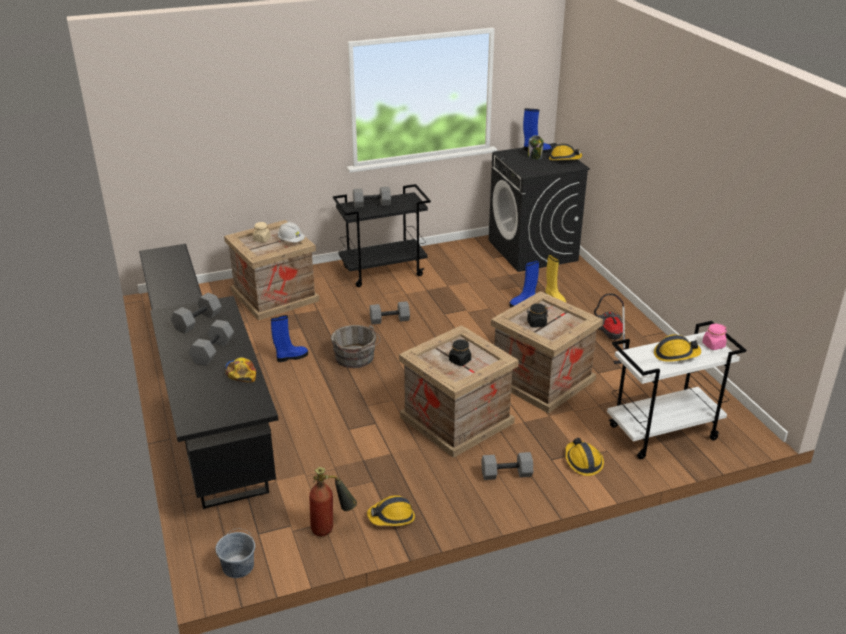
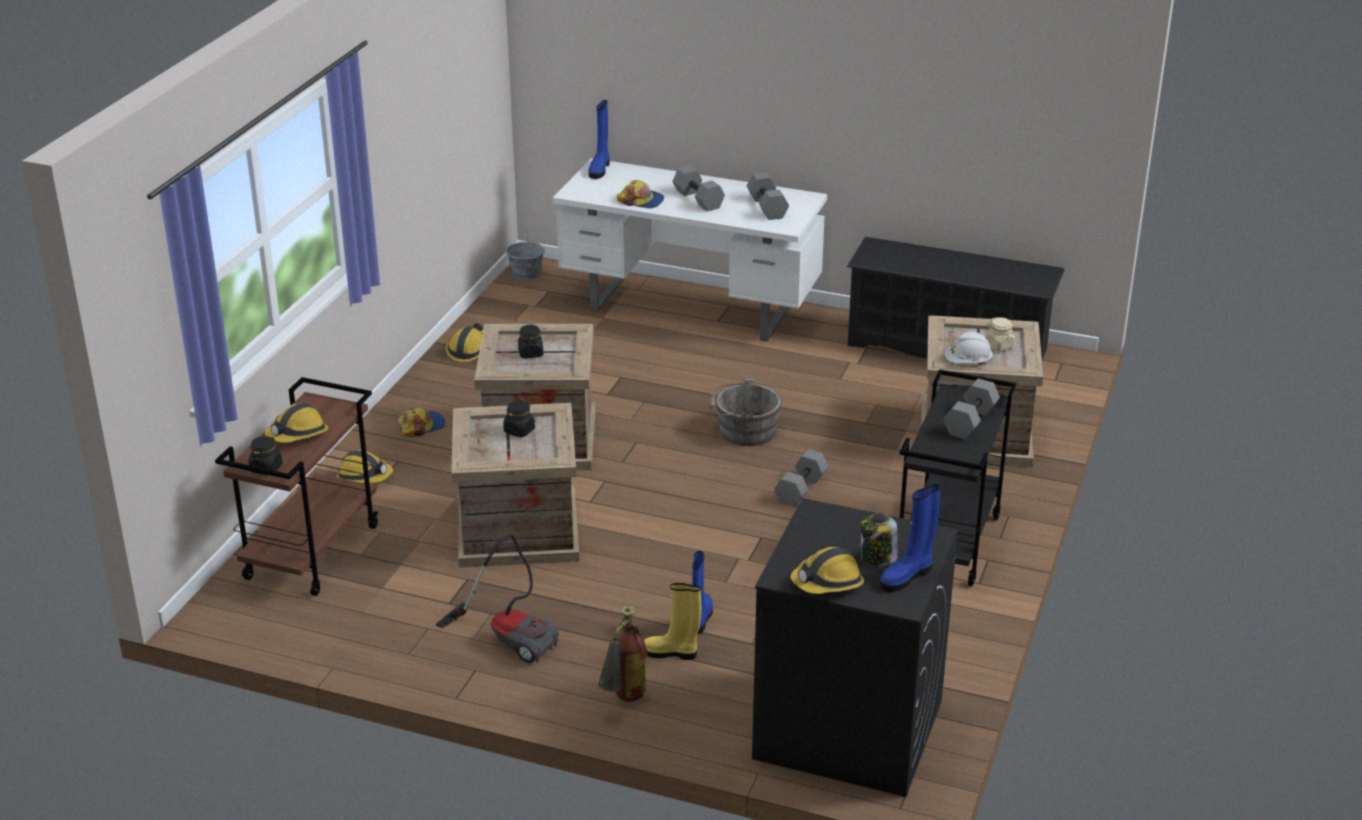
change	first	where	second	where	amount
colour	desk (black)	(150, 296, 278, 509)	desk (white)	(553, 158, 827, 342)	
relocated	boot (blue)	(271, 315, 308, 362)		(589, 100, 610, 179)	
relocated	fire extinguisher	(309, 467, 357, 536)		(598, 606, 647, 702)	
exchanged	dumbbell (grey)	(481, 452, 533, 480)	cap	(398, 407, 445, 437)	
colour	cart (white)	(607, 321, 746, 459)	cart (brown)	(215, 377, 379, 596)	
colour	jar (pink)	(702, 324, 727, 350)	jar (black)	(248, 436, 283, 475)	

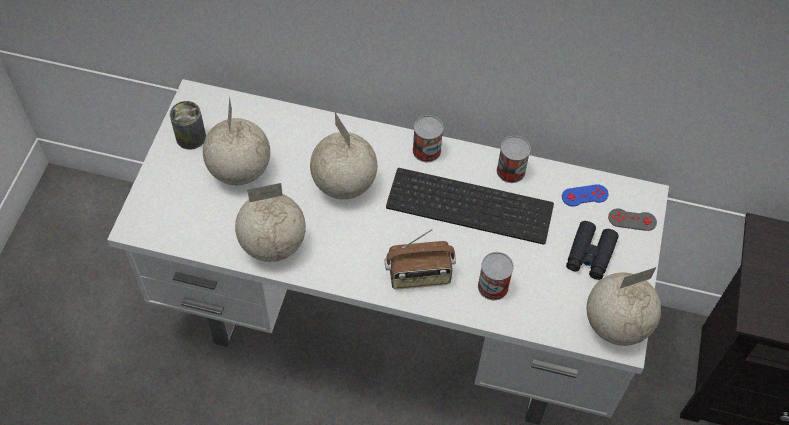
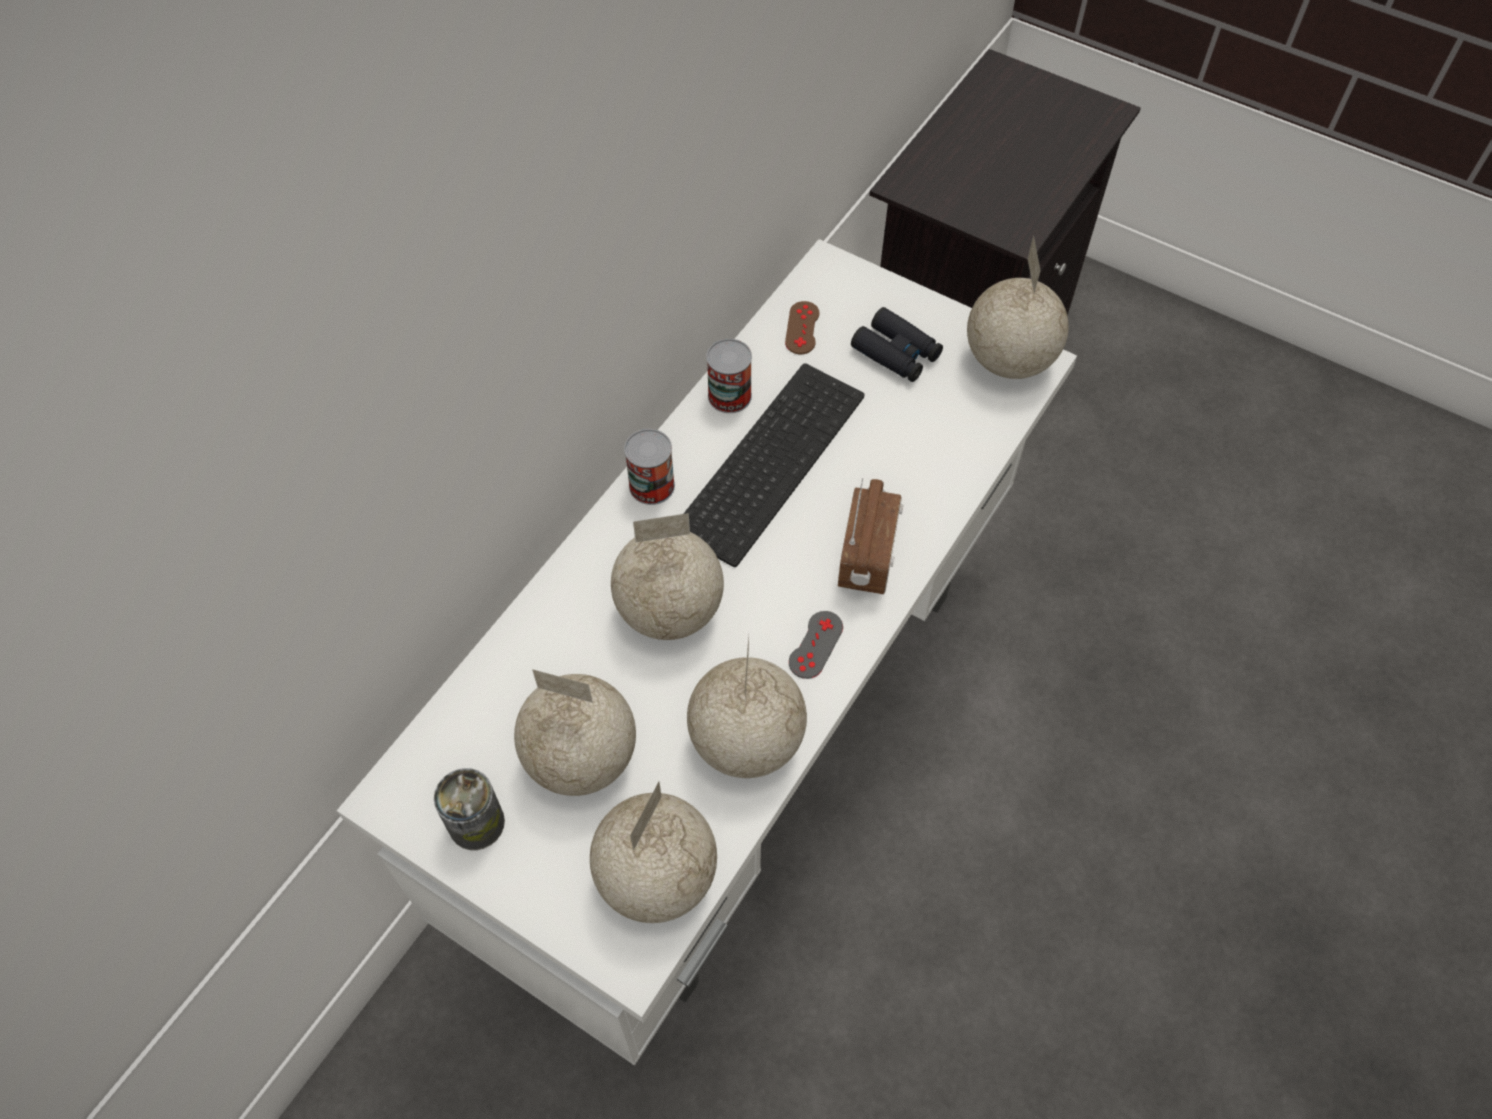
change	first	where	second	where	amount
missing	can	(478, 252, 514, 300)			
colour	game controller (blue)	(562, 184, 609, 206)	game controller (brown)	(785, 301, 820, 354)	
relocated	game controller (grey)	(608, 209, 657, 231)		(789, 611, 843, 679)	
appeared			globe	(590, 782, 717, 923)	

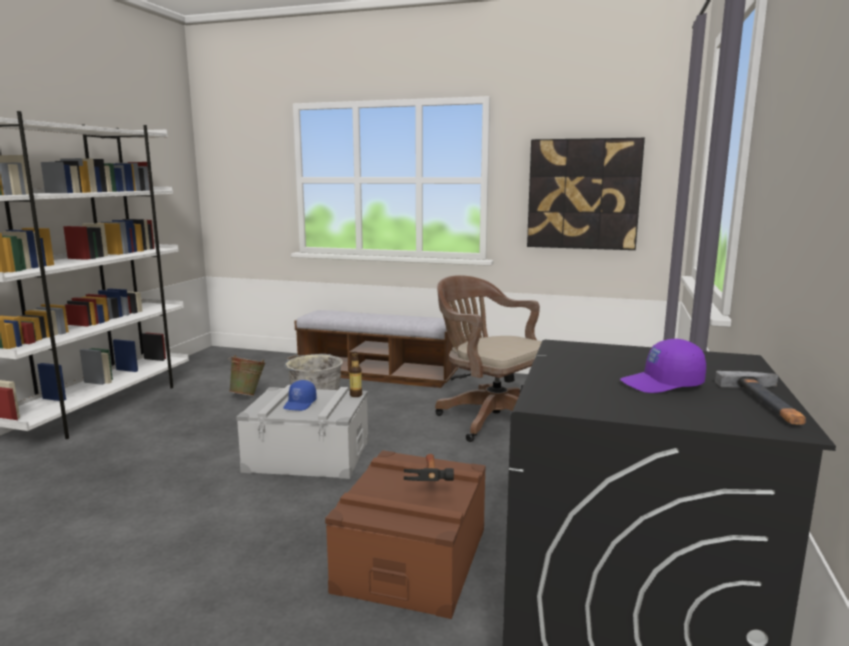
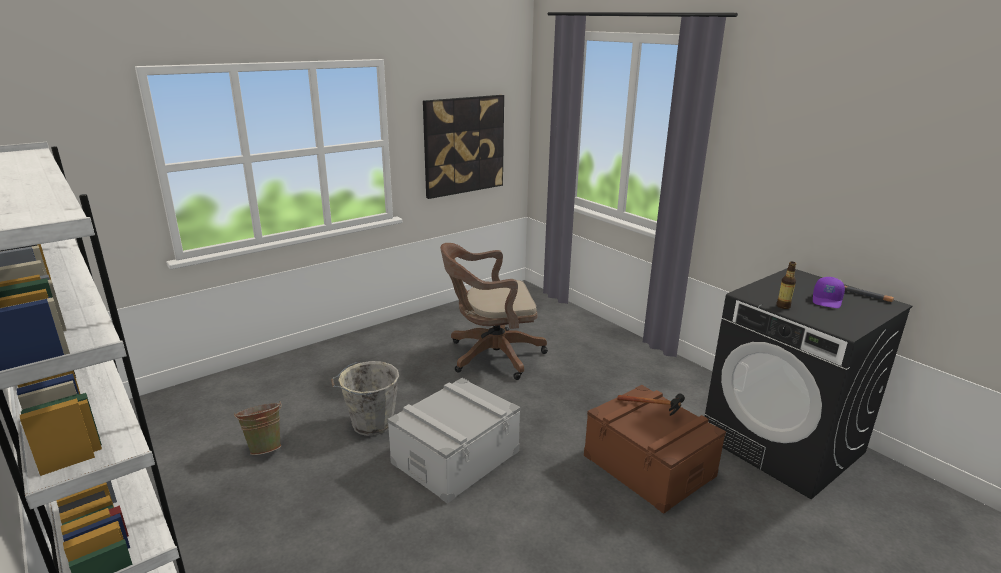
change	first	where	second	where	amount
missing	cap (blue)	(283, 380, 317, 411)			
missing	bench	(294, 310, 458, 388)			
relocated	bottle	(349, 352, 362, 397)		(776, 262, 796, 309)	

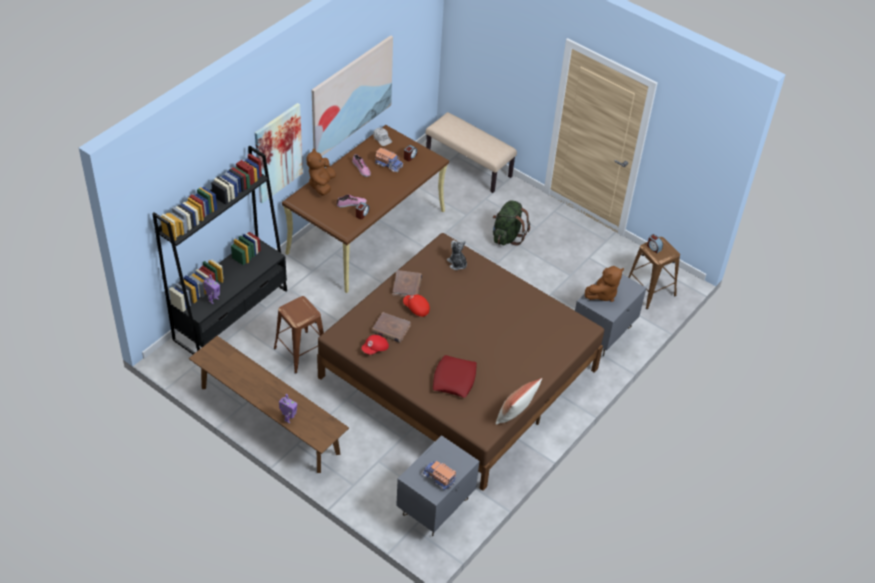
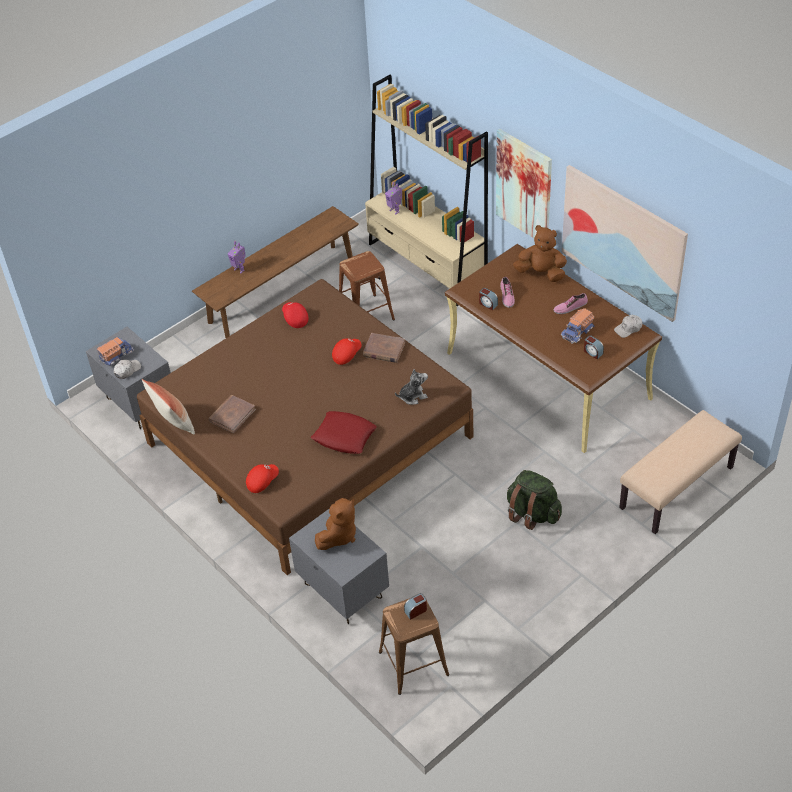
change	first	where	second	where	amount
colour	bookcase (black)	(152, 146, 287, 354)	bookcase (beige)	(365, 75, 488, 306)	
relocated	book (brown)	(372, 312, 411, 343)		(209, 395, 256, 433)	
relocated	pillow (red)	(433, 355, 477, 398)		(311, 411, 377, 454)	
spun	plush toy (brown)	(585, 266, 624, 302)		(315, 498, 356, 550)	120 degrees counterclockwise
appeared			cap (white)	(114, 360, 141, 379)	
appeared			cap (red)	(246, 464, 279, 493)	

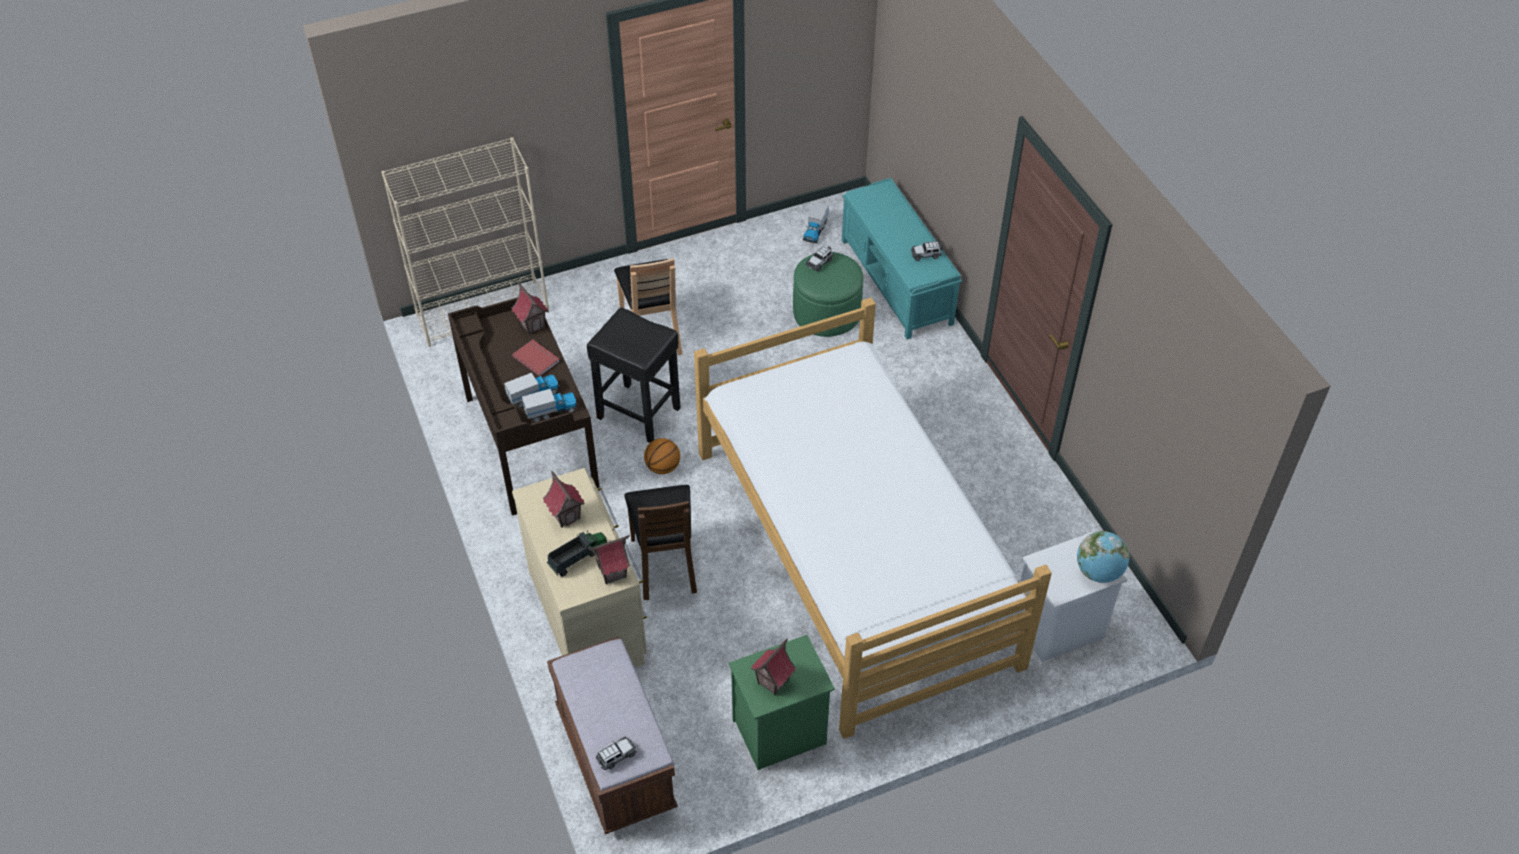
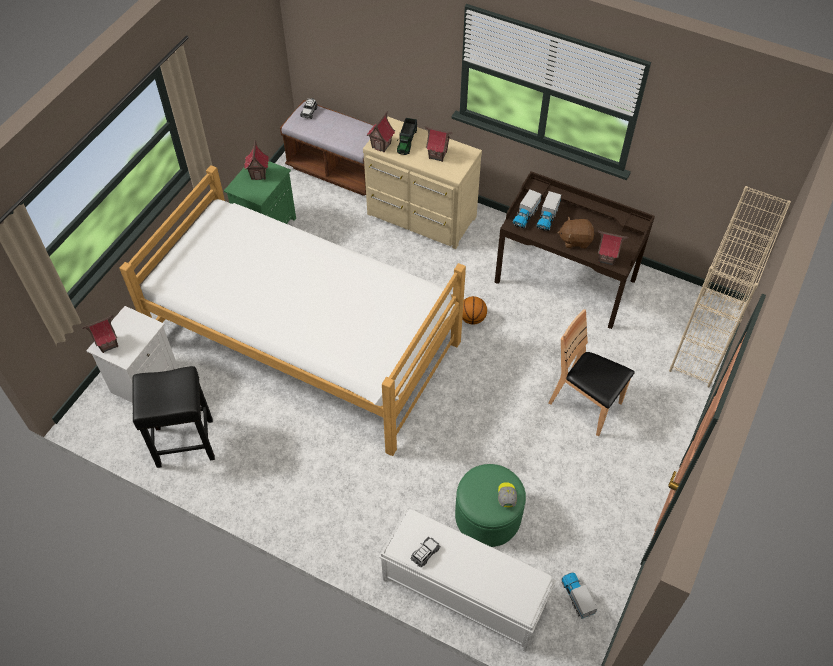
change	first	where	second	where	amount
exchanged	book (red)	(512, 340, 560, 377)	plush toy (brown)	(558, 216, 595, 249)	
relocated	stool (black)	(587, 308, 681, 443)		(133, 366, 215, 468)	
missing	chair (brown)	(624, 485, 697, 600)			
exchanged	toy car	(806, 245, 834, 272)	cap	(498, 482, 517, 507)	
colour	bench (turquoise)	(842, 178, 962, 339)	bench (white)	(379, 509, 556, 652)	
exchanged	globe	(1077, 531, 1130, 583)	toy house	(82, 315, 118, 353)	

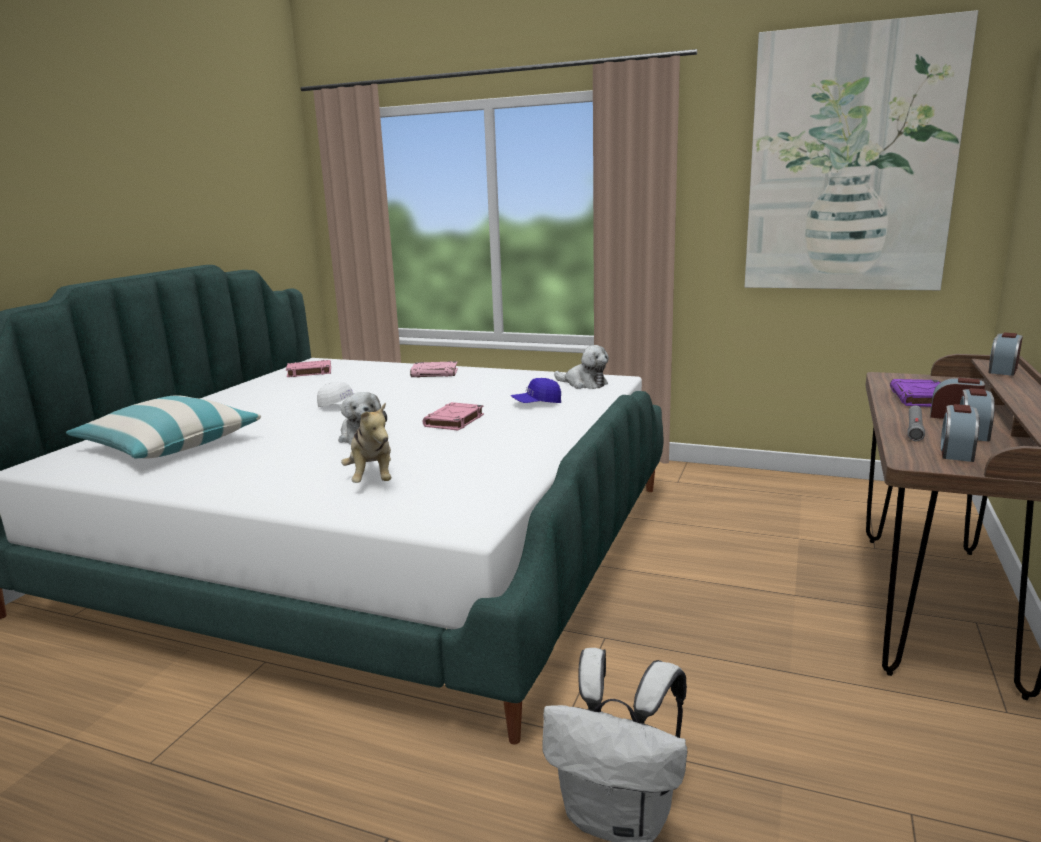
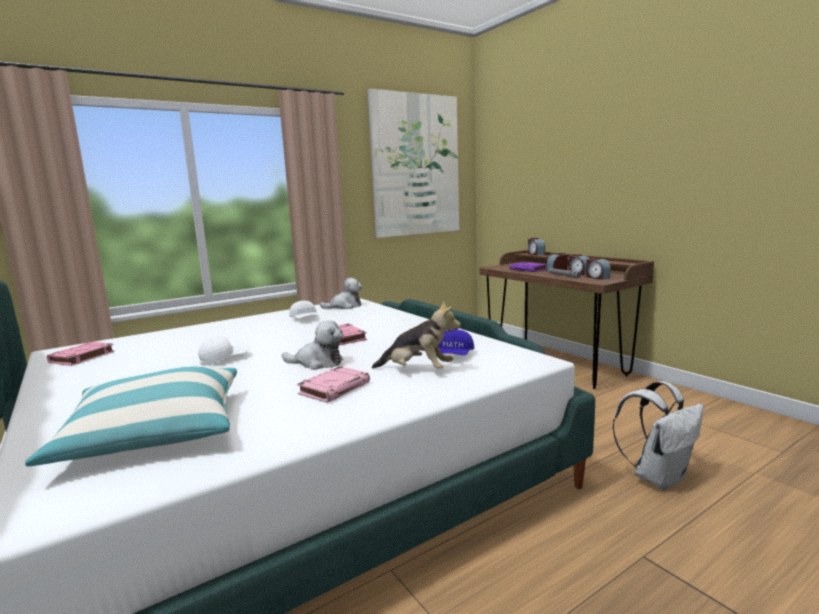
change	first	where	second	where	amount
relocated	book (pink)	(410, 361, 458, 377)		(297, 366, 370, 403)	
relocated	cap (blue)	(511, 378, 561, 403)		(438, 329, 474, 355)	
appeared			cap (white)	(289, 300, 318, 318)	

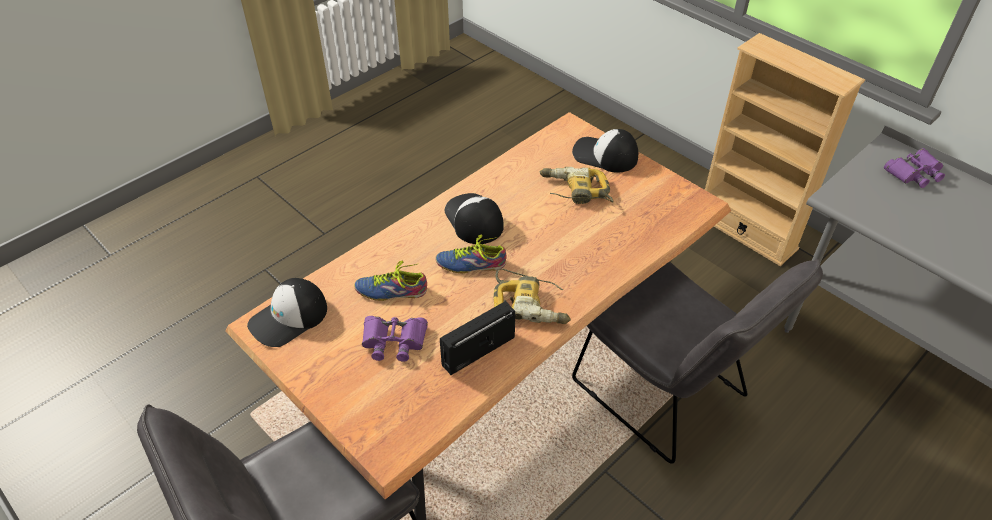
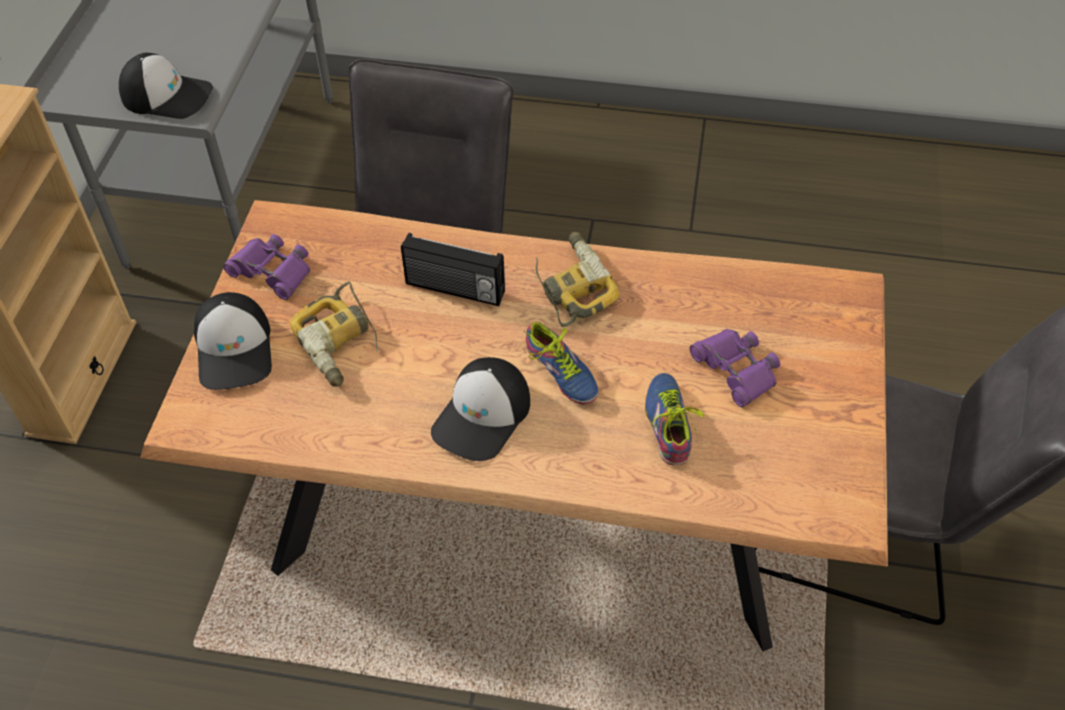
change	first	where	second	where	amount
relocated	cap	(247, 278, 327, 347)		(119, 53, 213, 119)	
spun	shoe	(354, 261, 427, 301)		(645, 373, 705, 466)	150 degrees counterclockwise
relocated	radio	(440, 301, 515, 375)		(401, 233, 505, 306)	
relocated	binoculars (purple)	(884, 148, 945, 188)		(223, 234, 310, 300)	

